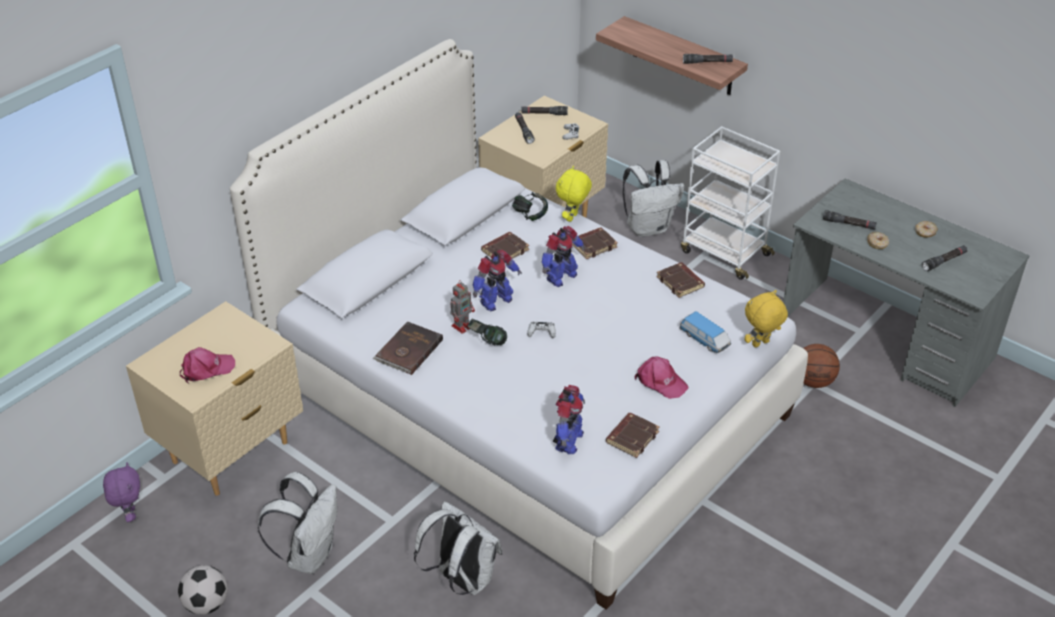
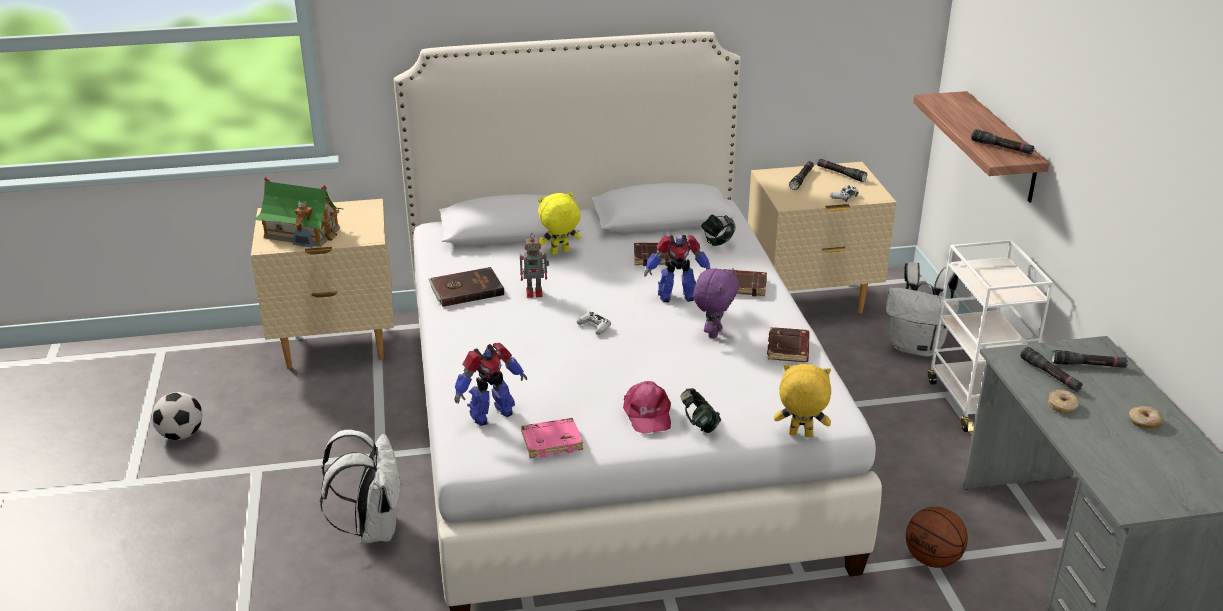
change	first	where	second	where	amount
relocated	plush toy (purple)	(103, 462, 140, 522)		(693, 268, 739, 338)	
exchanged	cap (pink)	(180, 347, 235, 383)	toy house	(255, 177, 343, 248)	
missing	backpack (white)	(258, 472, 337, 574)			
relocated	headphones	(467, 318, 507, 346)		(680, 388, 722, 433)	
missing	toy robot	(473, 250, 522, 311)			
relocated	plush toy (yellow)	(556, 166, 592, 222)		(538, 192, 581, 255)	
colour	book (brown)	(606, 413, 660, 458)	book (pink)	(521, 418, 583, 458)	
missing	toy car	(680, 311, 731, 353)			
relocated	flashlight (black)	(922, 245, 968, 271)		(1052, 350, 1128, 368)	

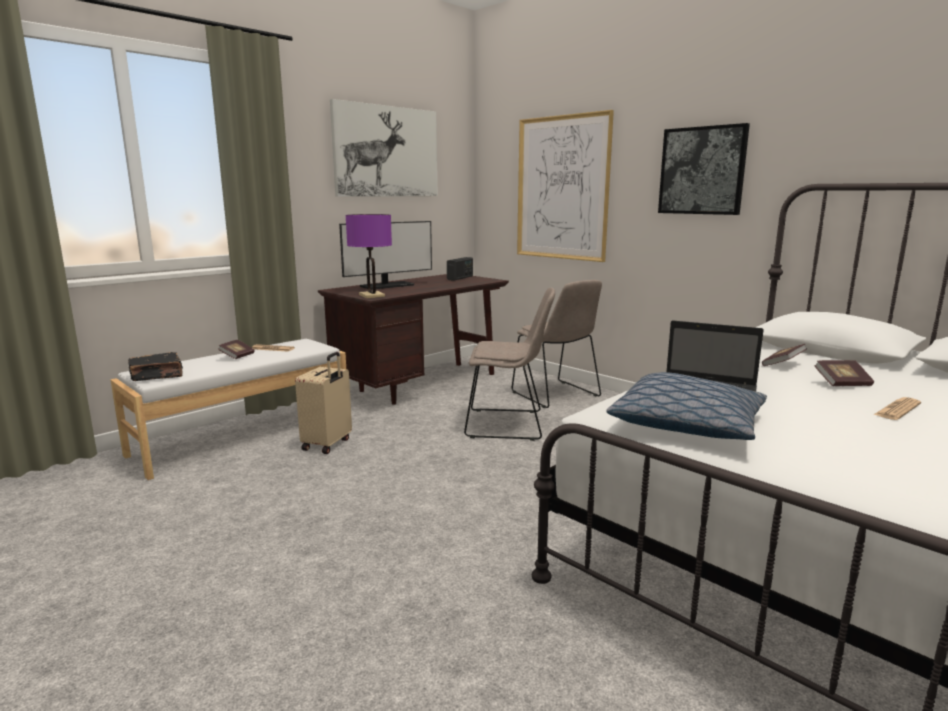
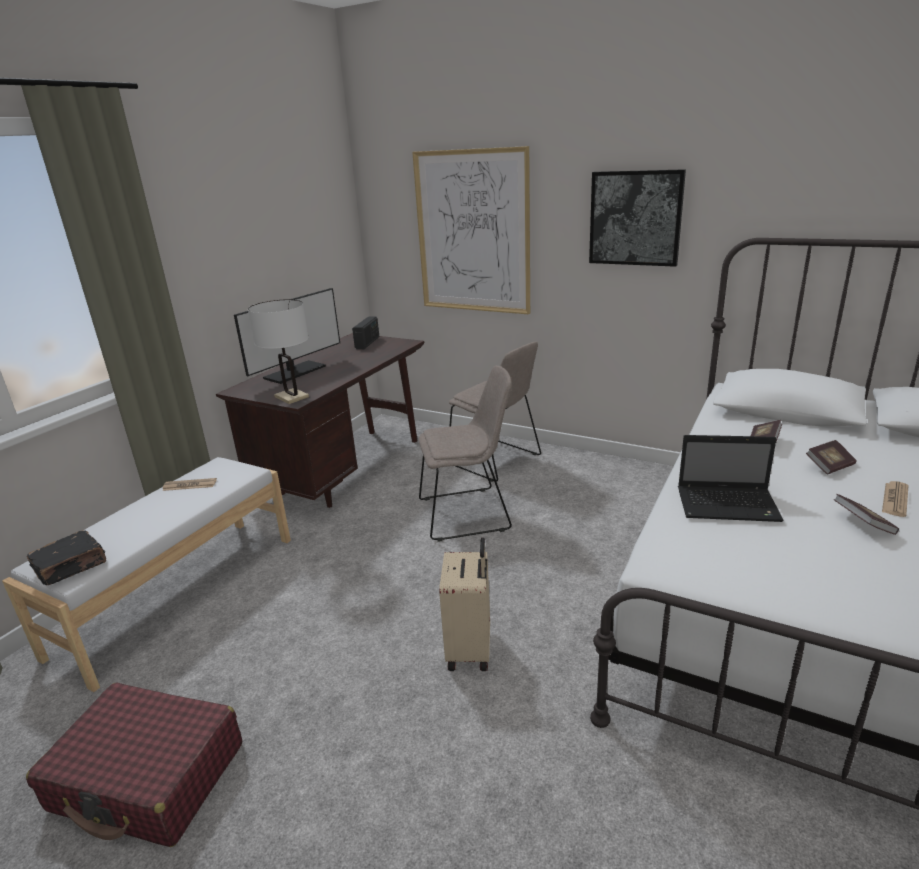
change	first	where	second	where	amount
relocated	book	(218, 340, 255, 359)		(834, 494, 899, 535)	
relocated	suitcase (beige)	(295, 352, 352, 454)		(439, 538, 490, 671)	
missing	picture	(330, 99, 438, 197)			
colour	table lamp (purple)	(346, 214, 392, 298)	table lamp (white)	(248, 299, 309, 404)	
missing	pillow	(607, 372, 767, 440)			
appeared			suitcase (red)	(26, 682, 242, 847)	

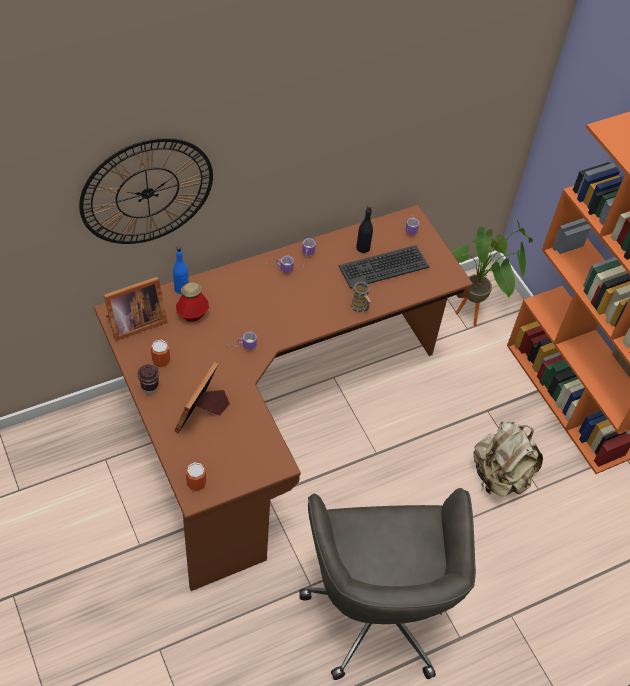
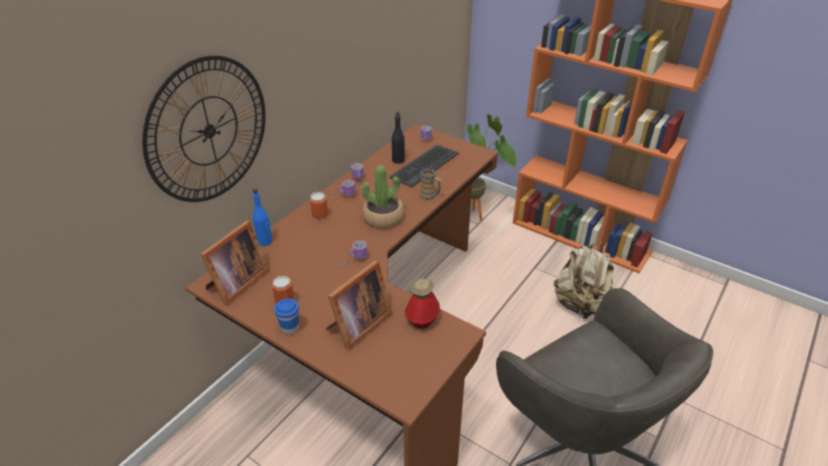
change	first	where	second	where	amount
colour	cup (brown)	(138, 364, 159, 395)	cup (blue)	(274, 299, 299, 335)	
spun	picture frame	(174, 362, 230, 433)		(326, 261, 393, 350)	135 degrees counterclockwise
relocated	bottle	(176, 282, 209, 322)		(405, 279, 440, 329)	
relocated	can	(186, 462, 206, 491)		(310, 192, 328, 220)	
appeared			potted plant	(362, 165, 404, 228)	

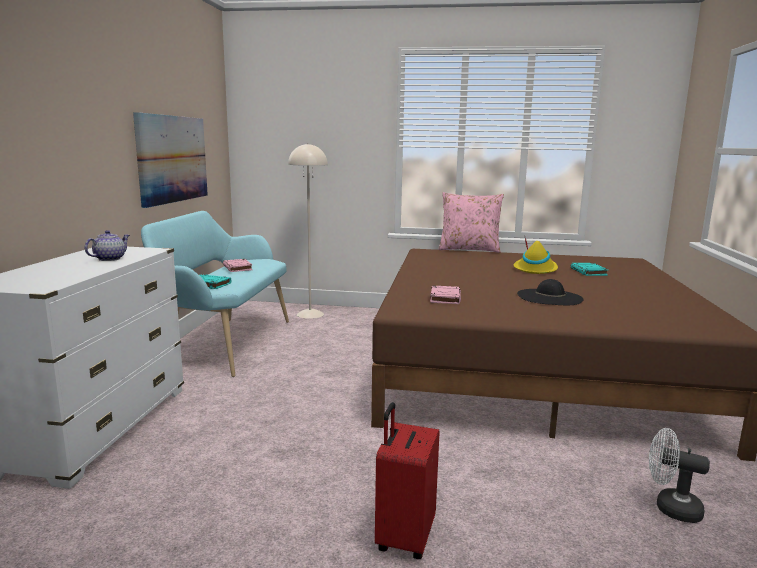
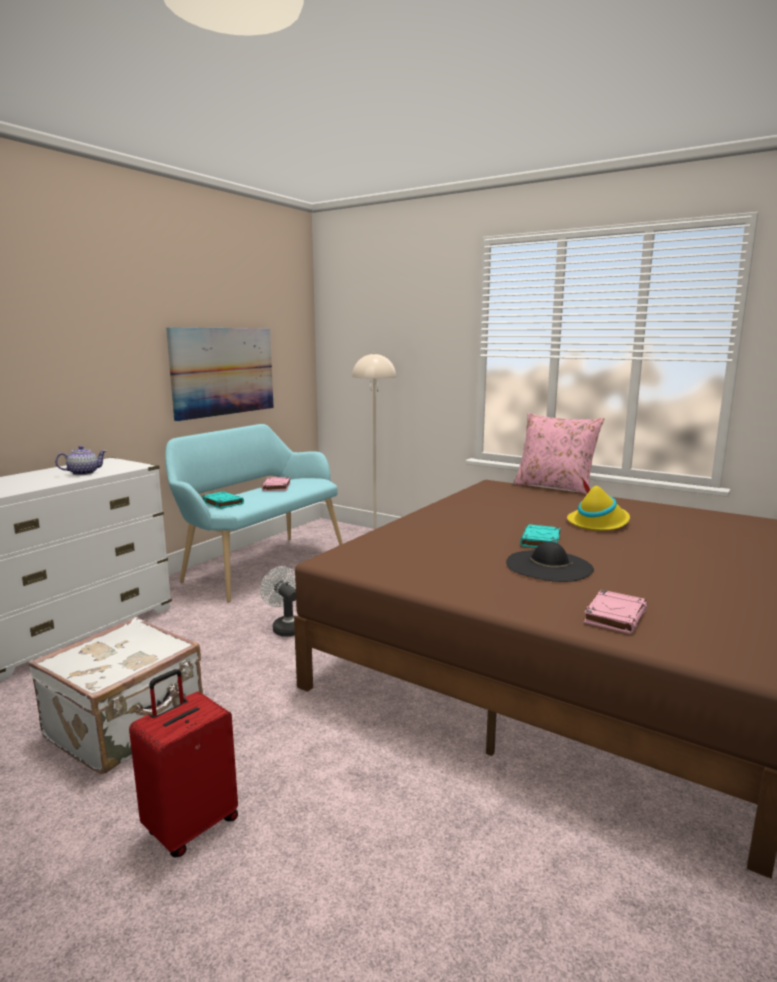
change	first	where	second	where	amount
relocated	book (pink)	(430, 285, 461, 304)		(584, 590, 647, 634)	
relocated	book (turquoise)	(571, 263, 608, 276)		(520, 524, 560, 548)	
relocated	fan (white)	(649, 428, 710, 523)		(260, 566, 296, 637)	
appeared			suitcase (white)	(28, 617, 203, 774)	

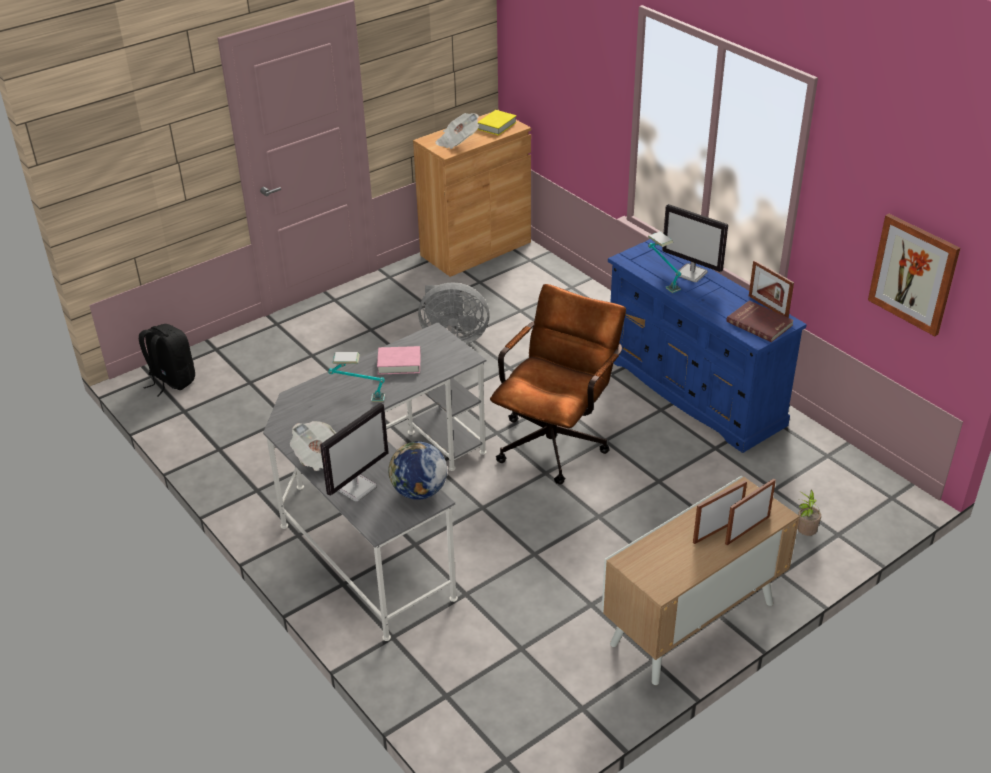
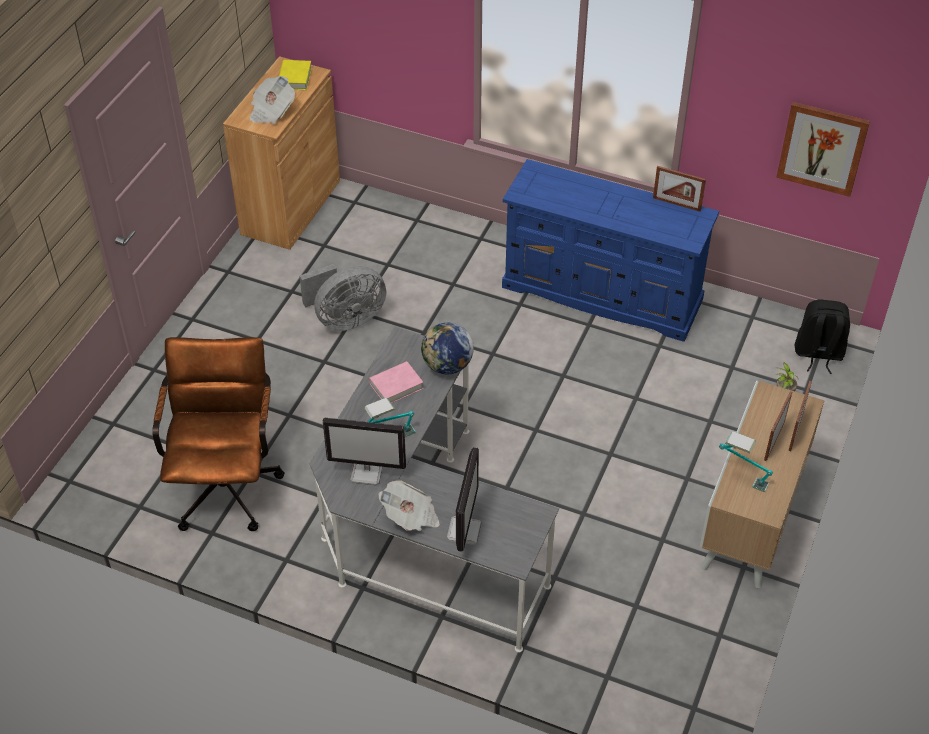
change	first	where	second	where	amount
relocated	backpack (black)	(139, 324, 195, 397)		(795, 300, 850, 374)	
relocated	globe	(388, 442, 447, 500)		(421, 323, 474, 374)	
relocated	office chair (brown)	(490, 284, 626, 484)		(152, 337, 285, 531)	
relocated	table lamp	(648, 231, 681, 293)		(719, 431, 773, 492)	
relocated	monitor	(662, 204, 728, 282)		(323, 418, 406, 485)	
missing	book (red)	(726, 300, 794, 342)			

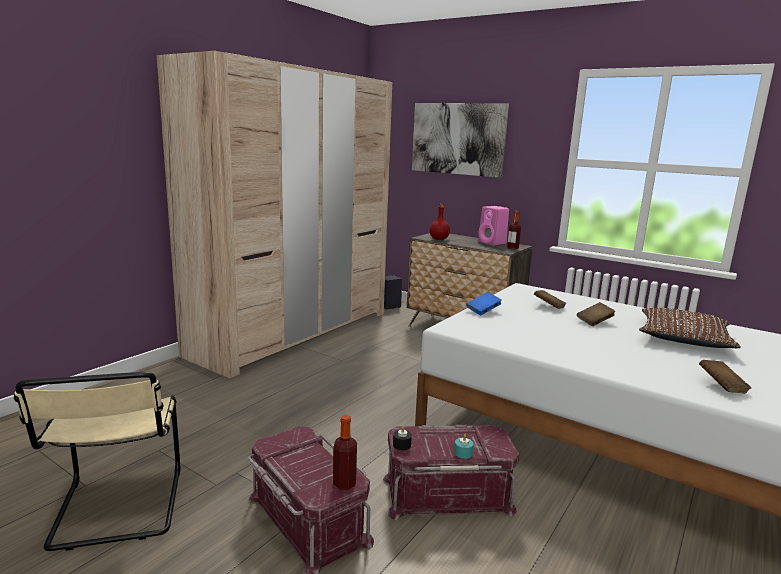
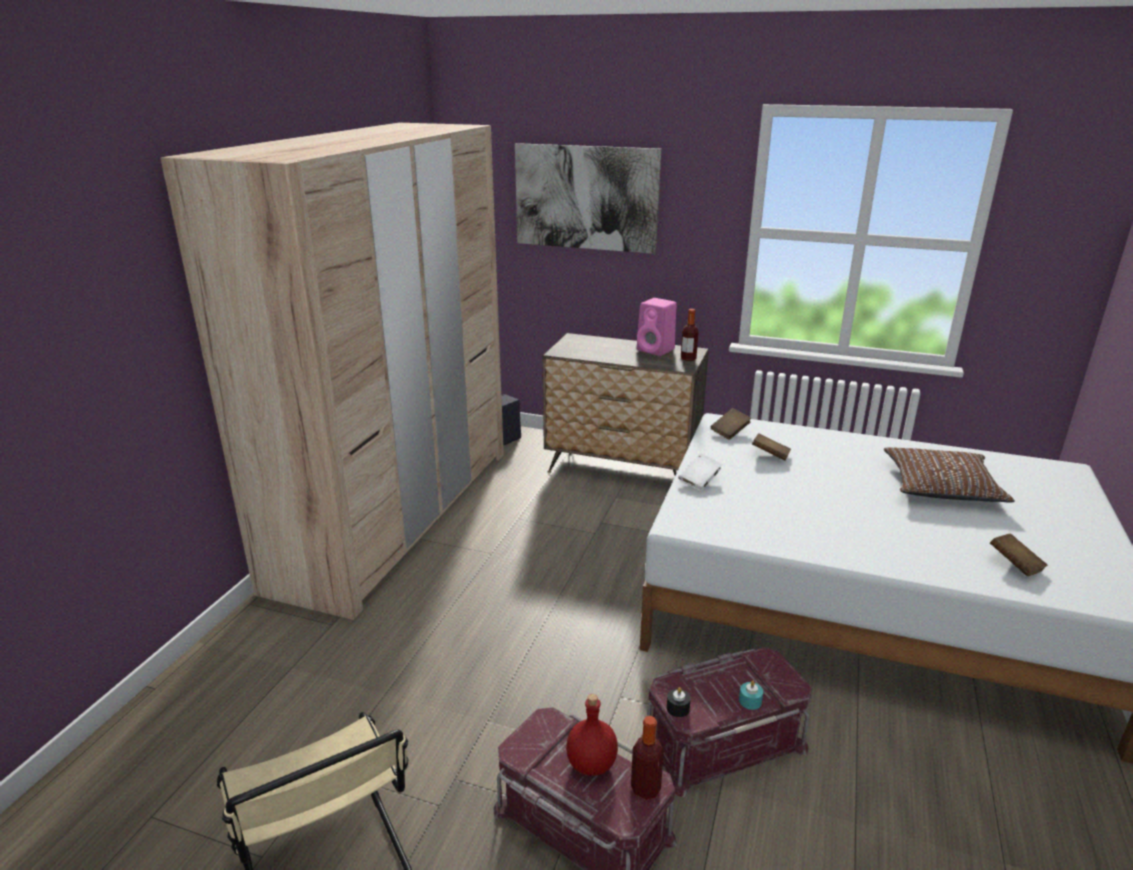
change	first	where	second	where	amount
relocated	bottle (red)	(430, 204, 450, 240)		(566, 694, 618, 776)	
colour	book (blue)	(466, 292, 502, 315)	book (white)	(678, 453, 722, 491)	
relocated	book (brown)	(577, 302, 615, 326)		(711, 408, 751, 440)	

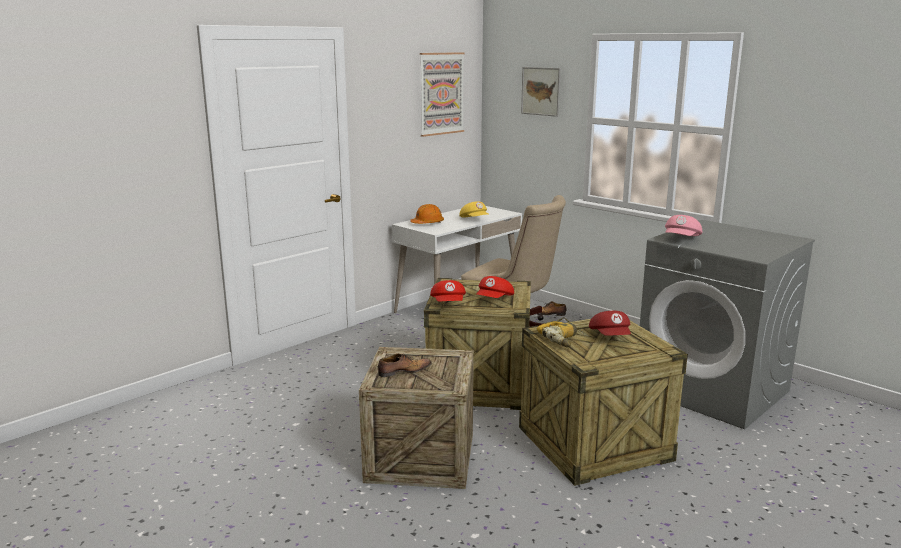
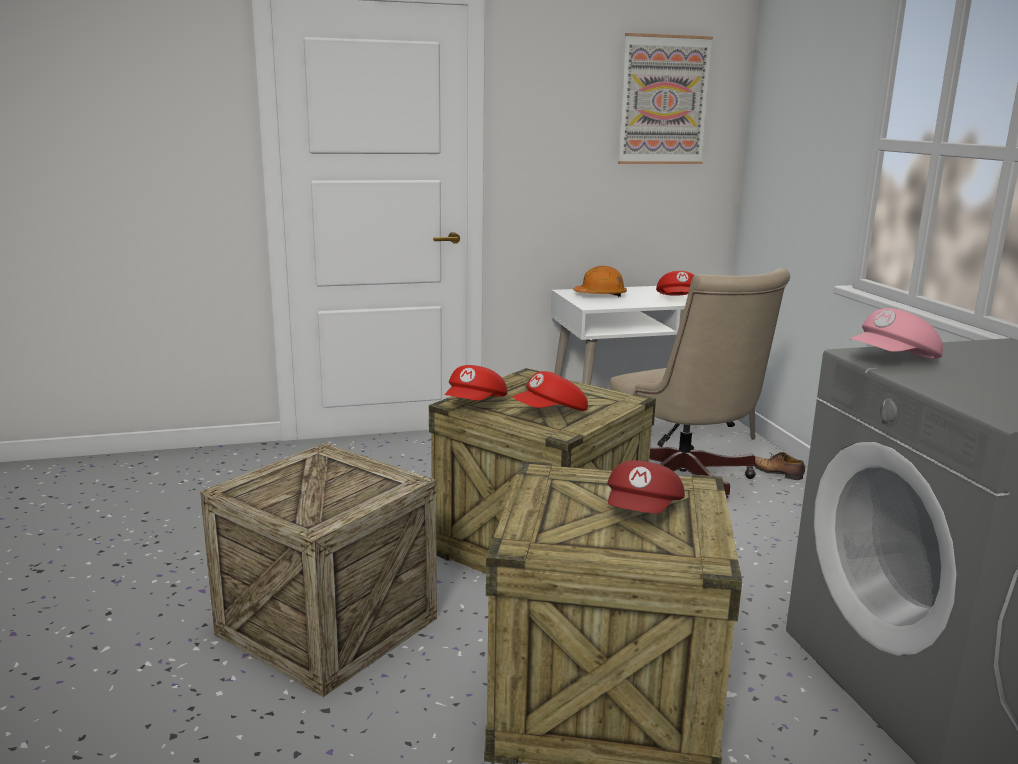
change	first	where	second	where	amount
missing	shoe	(378, 354, 432, 377)			
colour	cap (yellow)	(459, 201, 488, 218)	cap (red)	(656, 271, 695, 296)	
missing	picture	(521, 67, 561, 117)			
missing	power drill	(537, 317, 585, 348)			

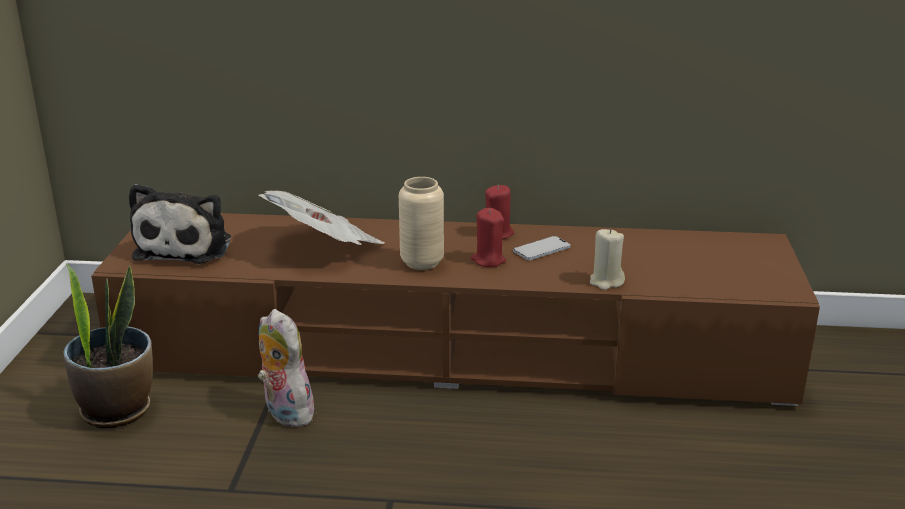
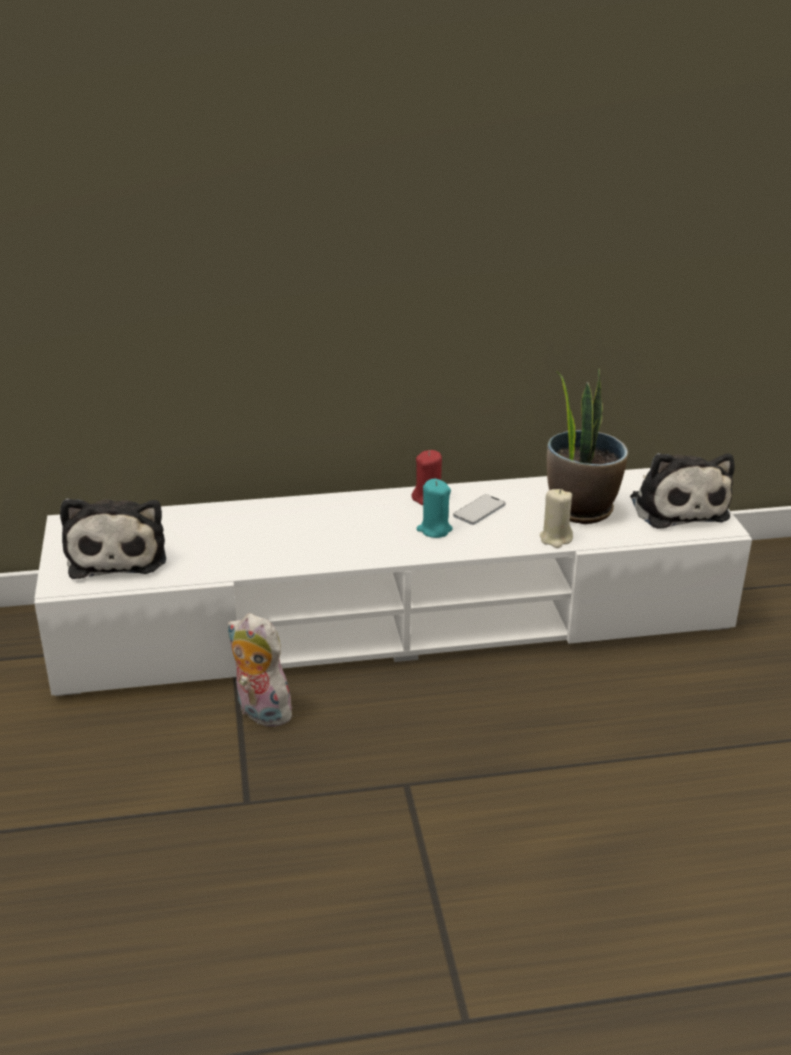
change	first	where	second	where	amount
relocated	potted plant	(64, 263, 153, 428)		(547, 368, 628, 524)	
colour	tv stand (brown)	(91, 213, 820, 406)	tv stand (white)	(34, 468, 752, 696)	
missing	newspaper	(259, 191, 385, 245)			
missing	vase (beige)	(399, 177, 444, 270)			
colour	candle (red)	(471, 208, 506, 267)	candle (turquoise)	(416, 479, 453, 538)	
appeared			plush toy	(630, 453, 735, 529)	

